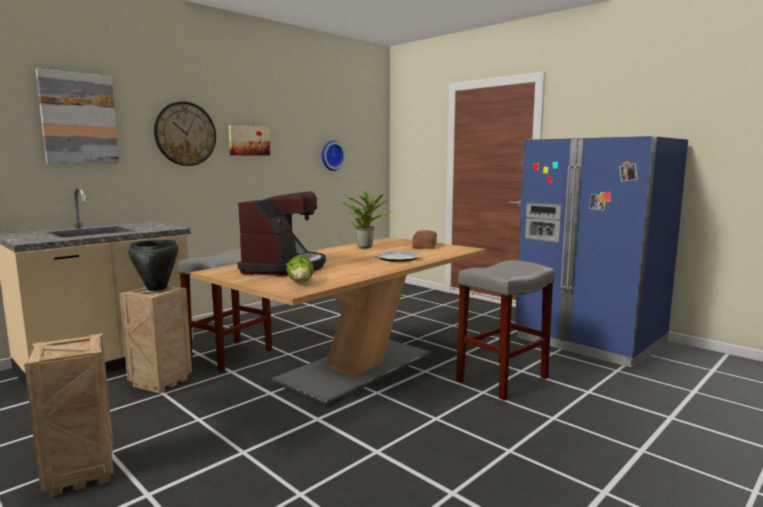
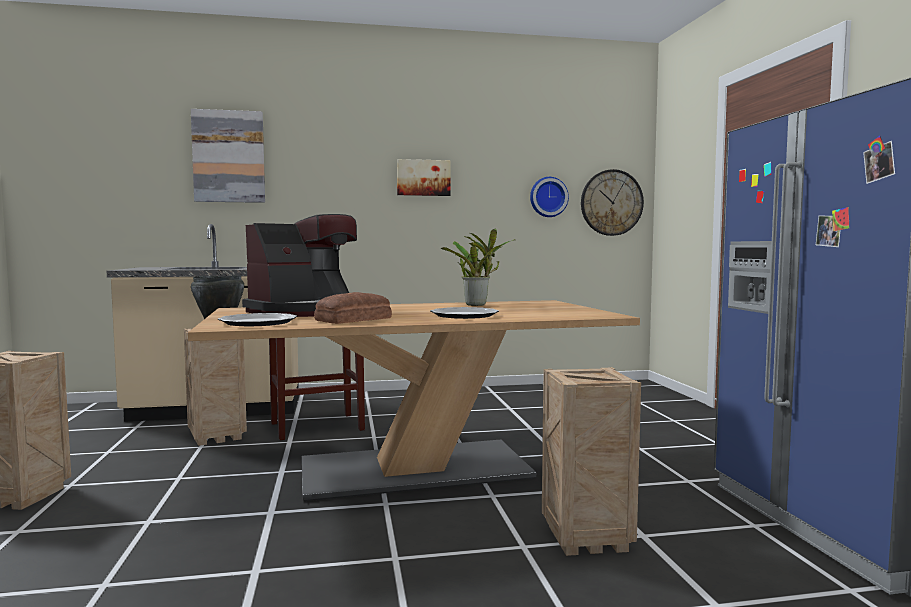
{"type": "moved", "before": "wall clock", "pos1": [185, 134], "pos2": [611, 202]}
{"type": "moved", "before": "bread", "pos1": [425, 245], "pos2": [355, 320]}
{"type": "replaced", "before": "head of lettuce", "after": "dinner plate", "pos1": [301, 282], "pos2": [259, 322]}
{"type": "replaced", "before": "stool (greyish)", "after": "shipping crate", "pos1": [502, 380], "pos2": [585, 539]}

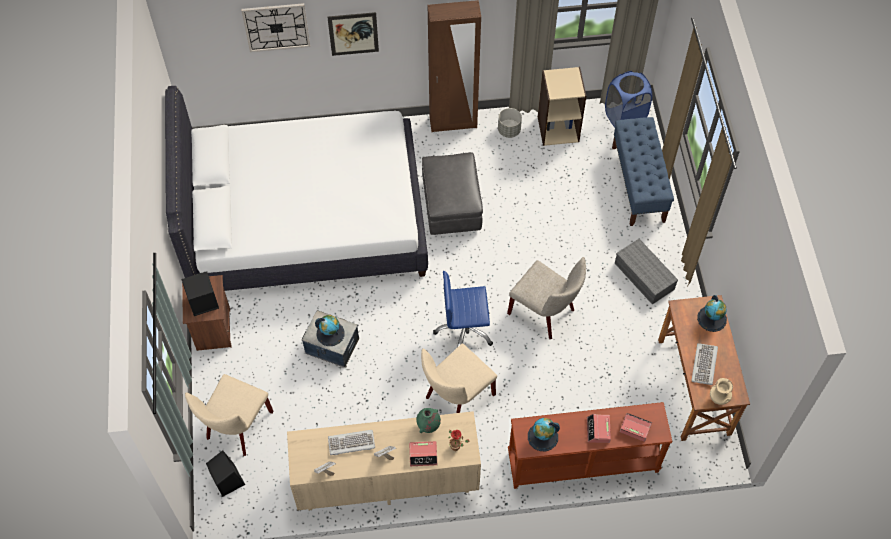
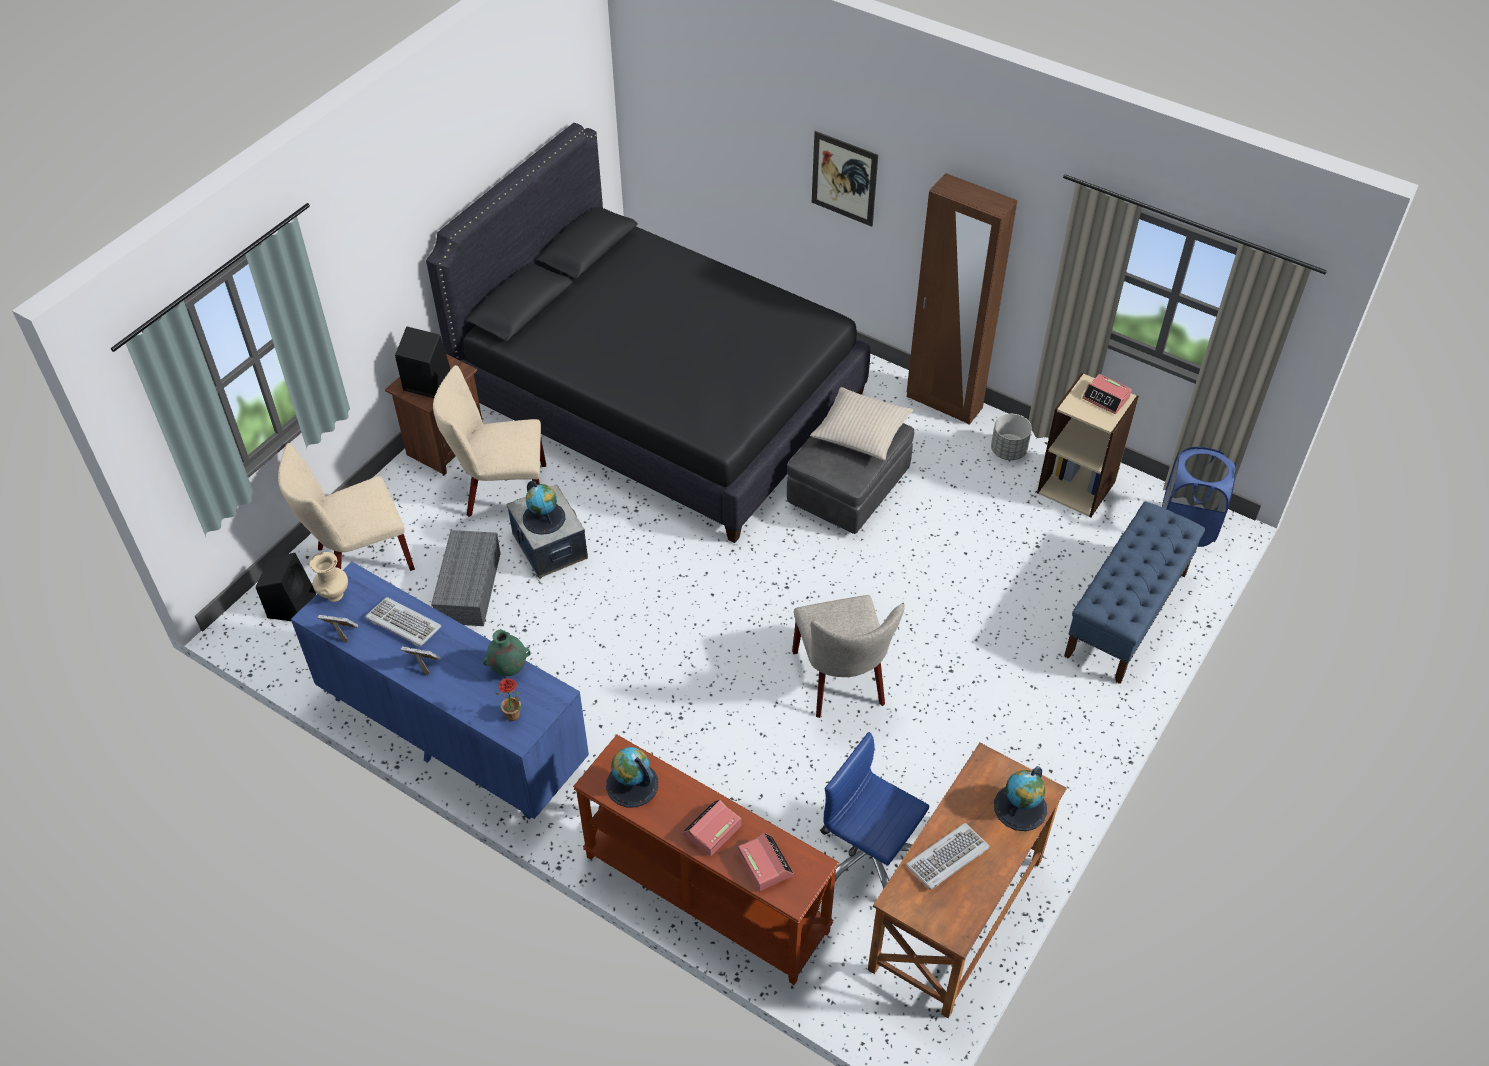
{"type": "removed", "before": "wall clock", "pos1": [276, 27]}
{"type": "added", "after": "throw pillow (beige)", "pos2": [861, 431]}
{"type": "moved", "before": "alarm clock", "pos1": [423, 455], "pos2": [1106, 398]}
{"type": "moved", "before": "chair (beige)", "pos1": [456, 398], "pos2": [500, 491]}
{"type": "moved", "before": "office chair (bluish)", "pos1": [464, 331], "pos2": [868, 858]}
{"type": "moved", "before": "storage container (greyish)", "pos1": [645, 276], "pos2": [470, 588]}
{"type": "moved", "before": "flower vase (beige)", "pos1": [718, 400], "pos2": [334, 595]}
{"type": "recoloured", "before": "bedroom bed (white)", "after": "bedroom bed (black)", "pos1": [306, 221], "pos2": [661, 401]}
{"type": "recoloured", "before": "dresser (beige)", "after": "dresser (bluish)", "pos1": [386, 480], "pos2": [452, 732]}

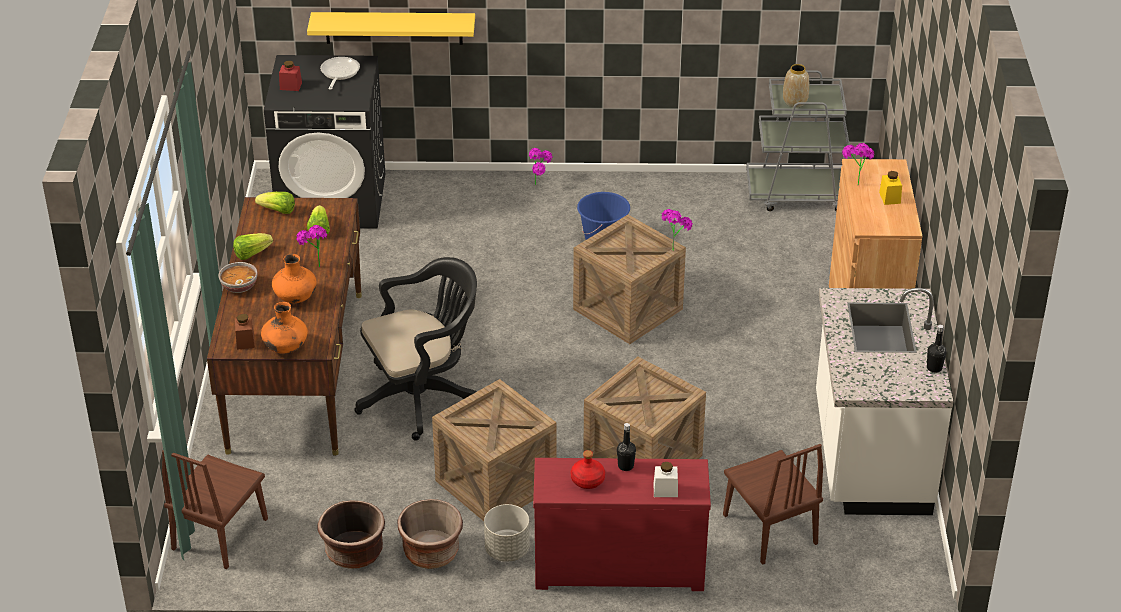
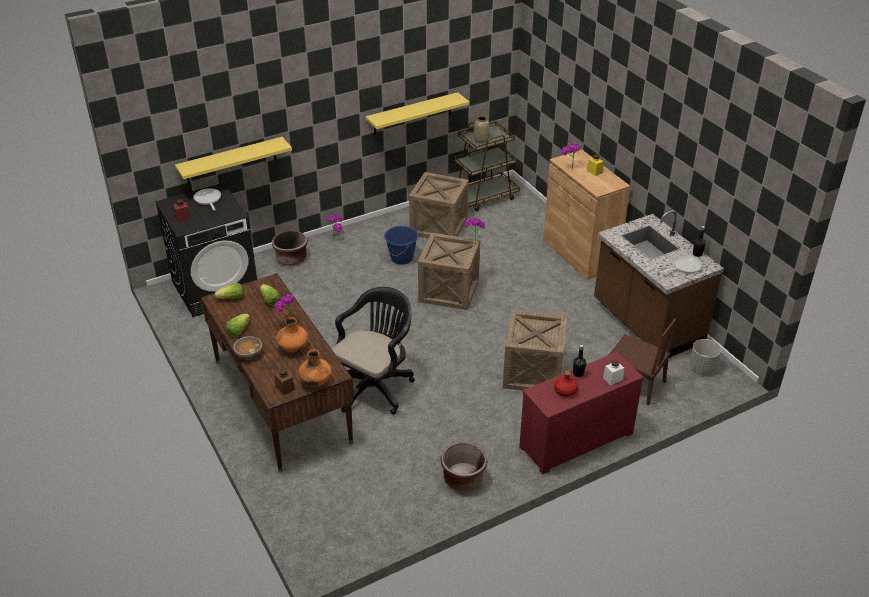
{"type": "removed", "before": "chair (brown-coloured)", "pos1": [220, 533]}
{"type": "added", "after": "shelf (yellow)", "pos2": [412, 114]}
{"type": "added", "after": "pan", "pos2": [684, 267]}
{"type": "moved", "before": "plant pot (brown-coloured)", "pos1": [354, 553], "pos2": [291, 259]}
{"type": "moved", "before": "shipping crate", "pos1": [495, 483], "pos2": [439, 226]}
{"type": "moved", "before": "plant pot (greyish)", "pos1": [507, 550], "pos2": [702, 367]}
{"type": "recoloured", "before": "trolley (greyish)", "after": "trolley (brown-coloured)", "pos1": [799, 194], "pos2": [484, 197]}
{"type": "recoloured", "before": "kitchen base unit (white)", "after": "kitchen base unit (brown-coloured)", "pos1": [869, 456], "pos2": [646, 323]}

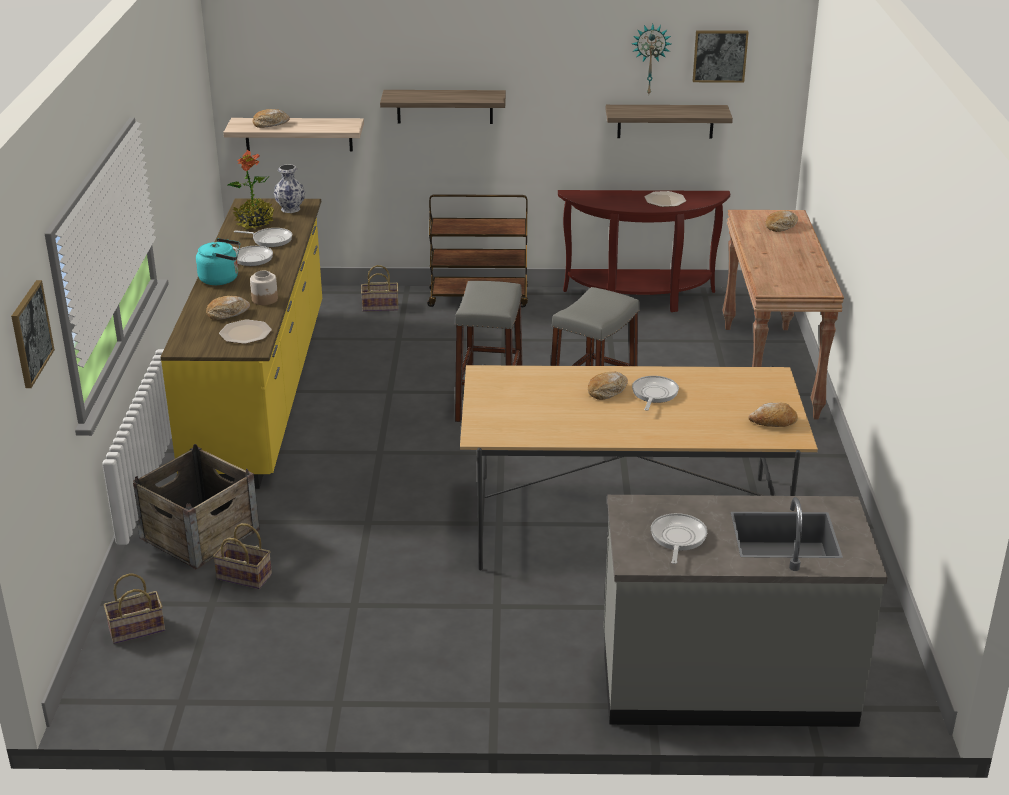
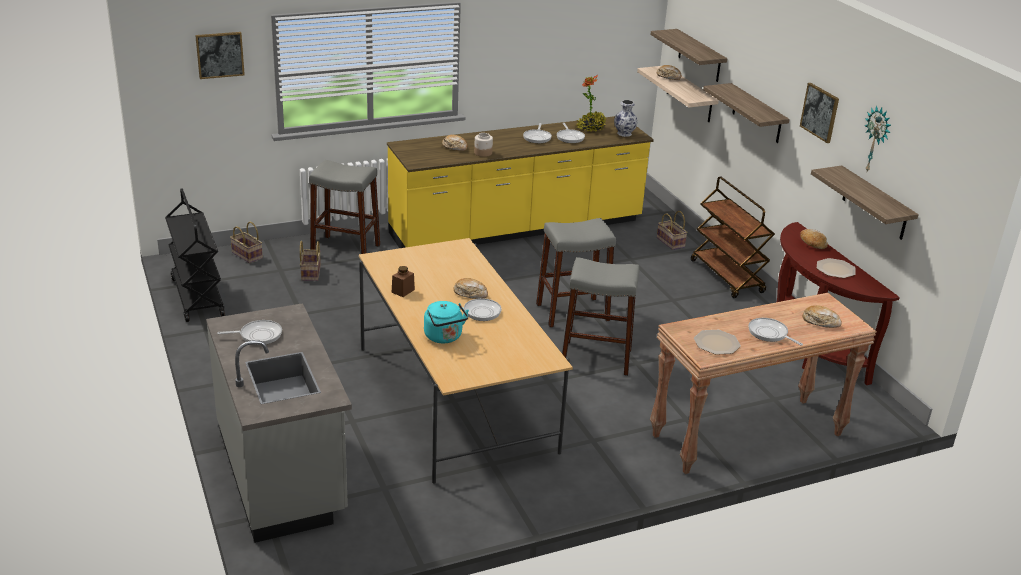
{"type": "added", "after": "trolley (black)", "pos2": [197, 297]}
{"type": "added", "after": "preserve jar (brown-coloured)", "pos2": [403, 291]}
{"type": "added", "after": "shelf", "pos2": [699, 56]}
{"type": "added", "after": "pan", "pos2": [769, 334]}
{"type": "moved", "before": "water kettle (turquoise)", "pos1": [222, 279], "pos2": [444, 337]}
{"type": "moved", "before": "dinner plate", "pos1": [245, 333], "pos2": [716, 343]}
{"type": "moved", "before": "wall art", "pos1": [720, 56], "pos2": [820, 112]}
{"type": "moved", "before": "bread", "pos1": [773, 422], "pos2": [812, 243]}
{"type": "replaced", "before": "shipping crate", "after": "stool (greyish)", "pos1": [199, 534], "pos2": [345, 250]}

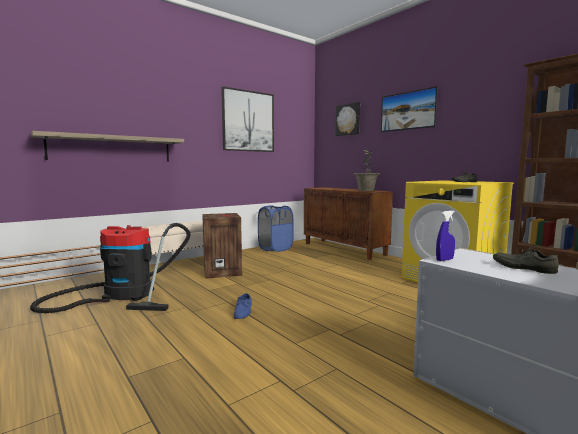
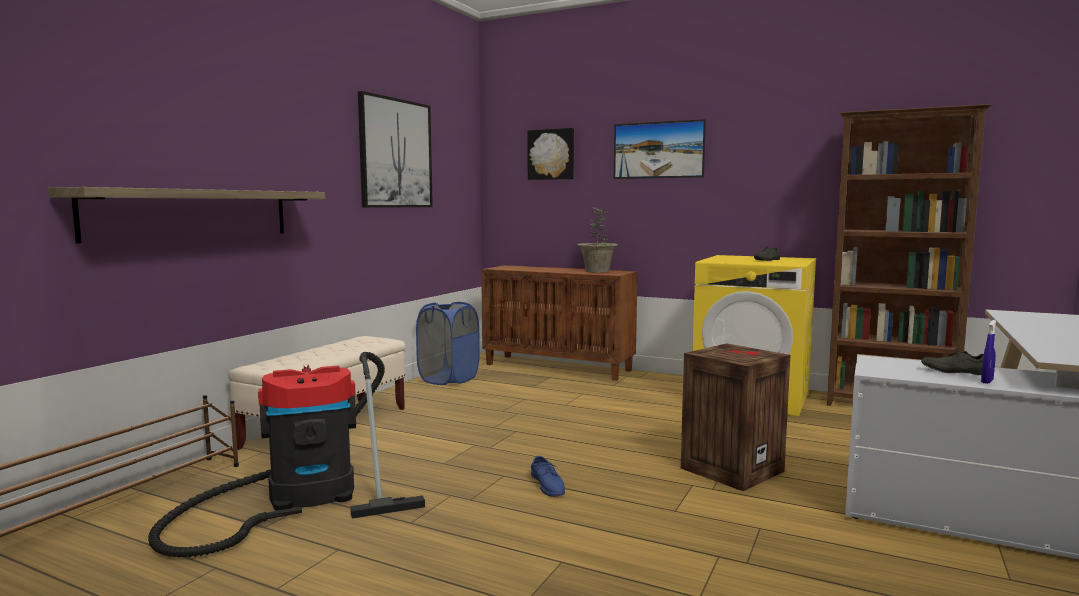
{"type": "moved", "before": "shipping crate", "pos1": [223, 271], "pos2": [731, 469]}
{"type": "moved", "before": "hand sprayer (bluish)", "pos1": [444, 260], "pos2": [987, 381]}

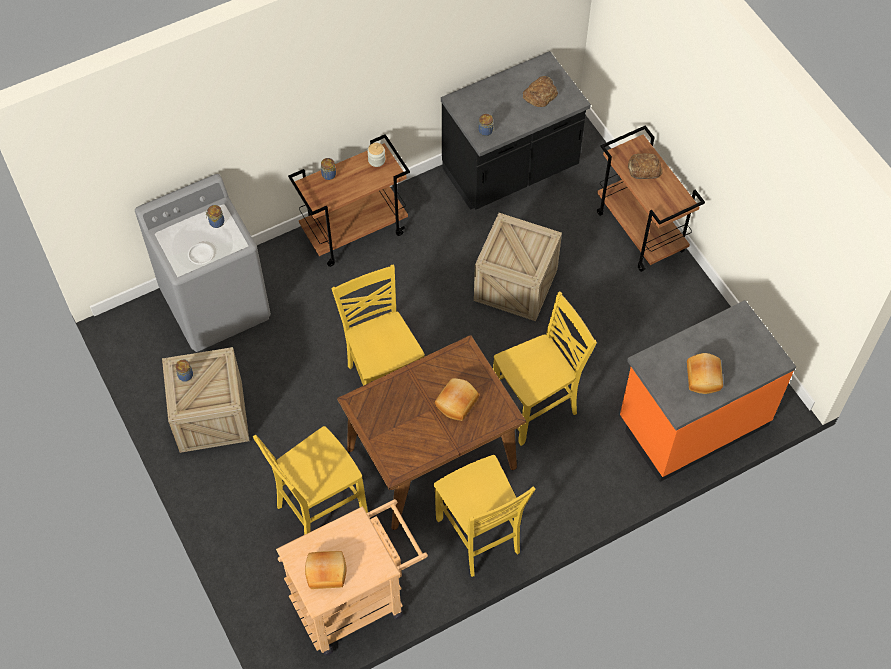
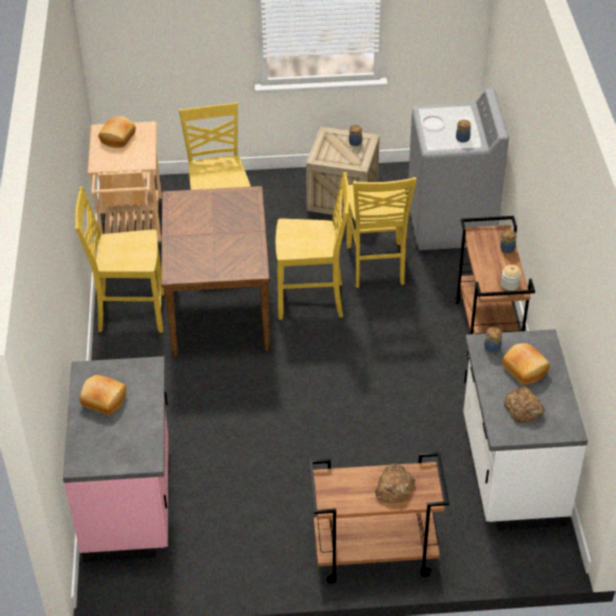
{"type": "removed", "before": "shipping crate", "pos1": [515, 285]}
{"type": "moved", "before": "bread", "pos1": [456, 402], "pos2": [525, 369]}
{"type": "moved", "before": "chair (yellow)", "pos1": [536, 408], "pos2": [376, 266]}
{"type": "recoloured", "before": "kitchen base unit (black)", "after": "kitchen base unit (white)", "pos1": [510, 171], "pos2": [510, 472]}
{"type": "recoloured", "before": "kitchen base unit (orangey)", "after": "kitchen base unit (pinkish)", "pos1": [692, 421], "pos2": [130, 500]}

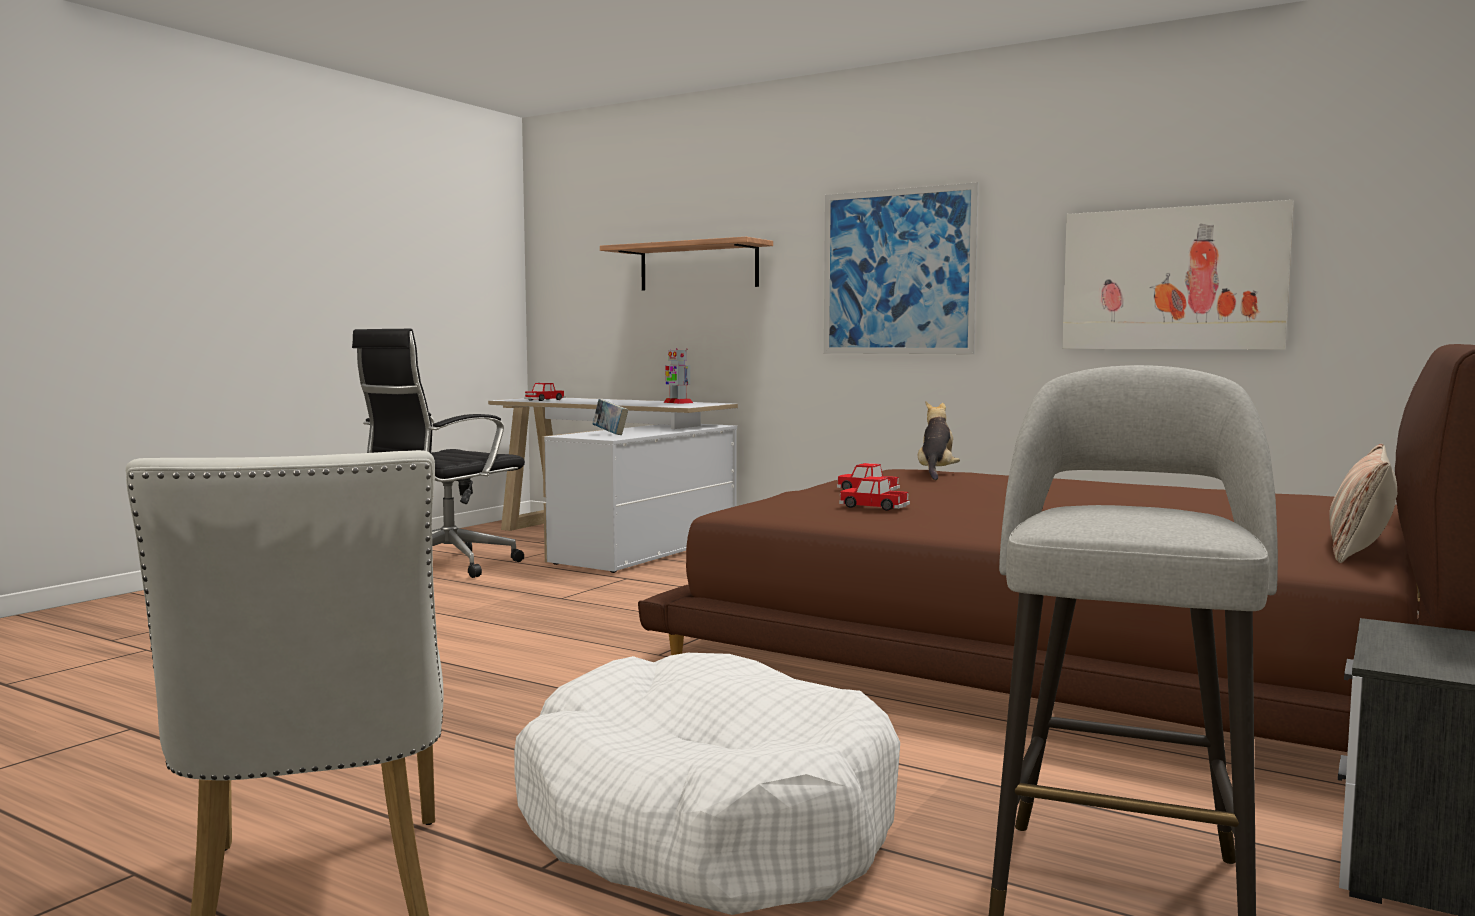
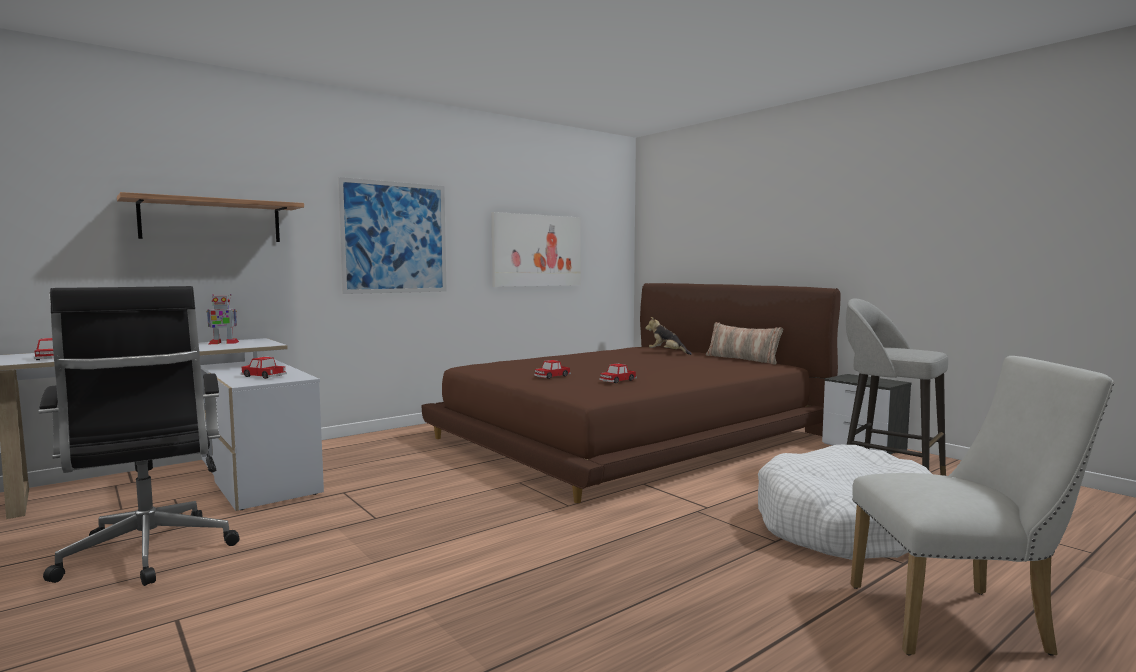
{"type": "moved", "before": "plush toy", "pos1": [936, 474], "pos2": [667, 353]}
{"type": "replaced", "before": "book", "after": "miniature car", "pos1": [610, 434], "pos2": [263, 376]}

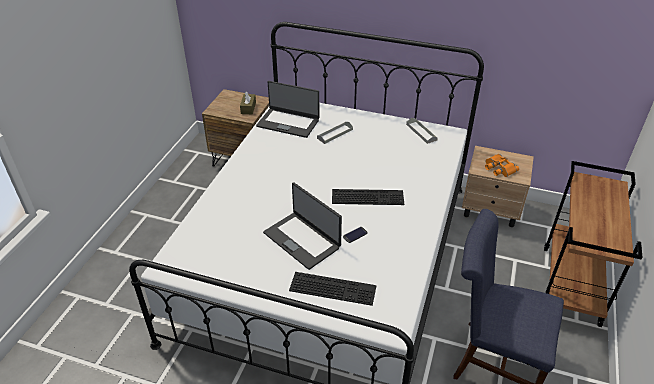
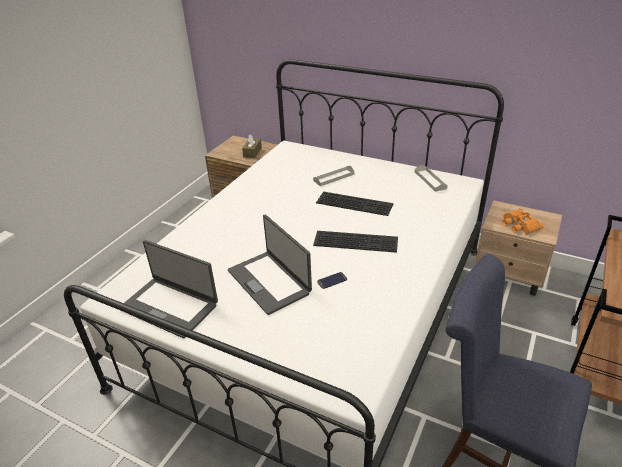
{"type": "moved", "before": "notebook computer", "pos1": [288, 123], "pos2": [170, 306]}
{"type": "moved", "before": "keyboard", "pos1": [334, 287], "pos2": [355, 203]}

